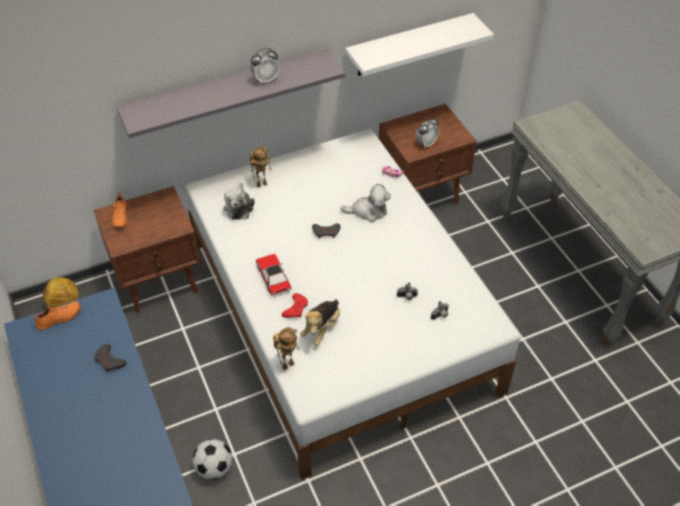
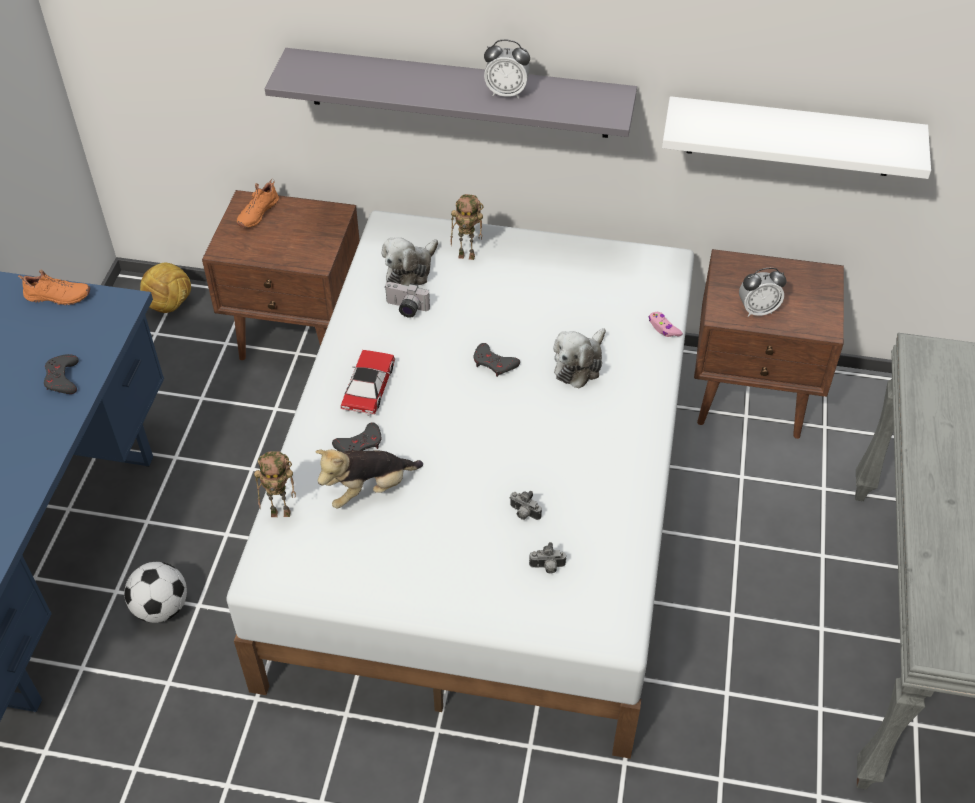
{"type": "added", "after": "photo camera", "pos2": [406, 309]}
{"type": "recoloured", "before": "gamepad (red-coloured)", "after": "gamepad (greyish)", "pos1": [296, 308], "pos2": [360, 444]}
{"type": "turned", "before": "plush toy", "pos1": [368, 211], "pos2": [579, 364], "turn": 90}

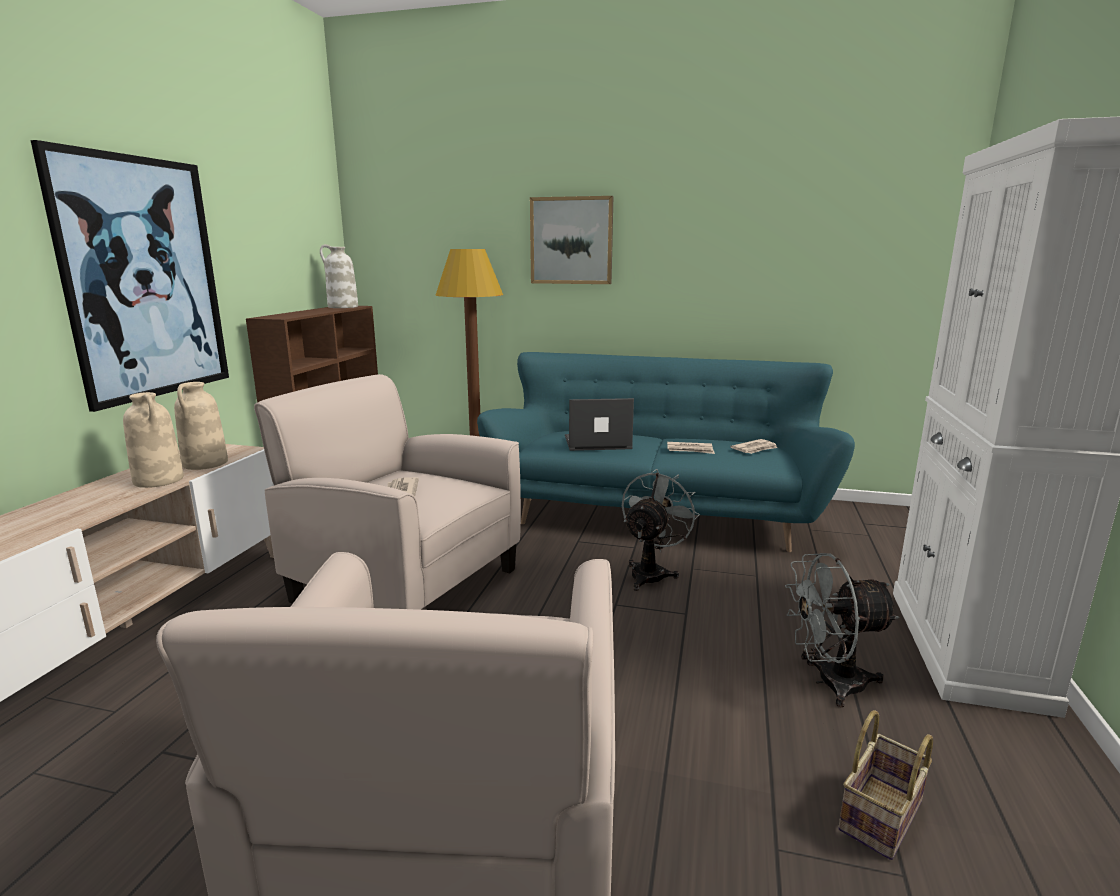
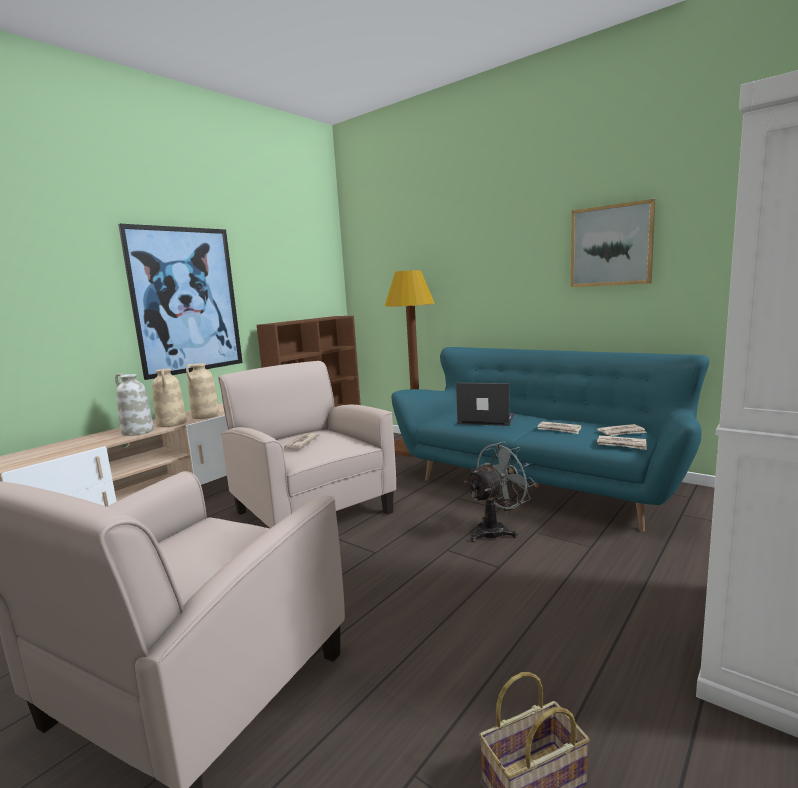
{"type": "removed", "before": "cooling fan (greyish)", "pos1": [829, 683]}
{"type": "added", "after": "newspaper", "pos2": [622, 444]}
{"type": "moved", "before": "flower vase (white)", "pos1": [342, 307], "pos2": [137, 432]}
{"type": "moved", "before": "wall art", "pos1": [571, 241], "pos2": [611, 246]}

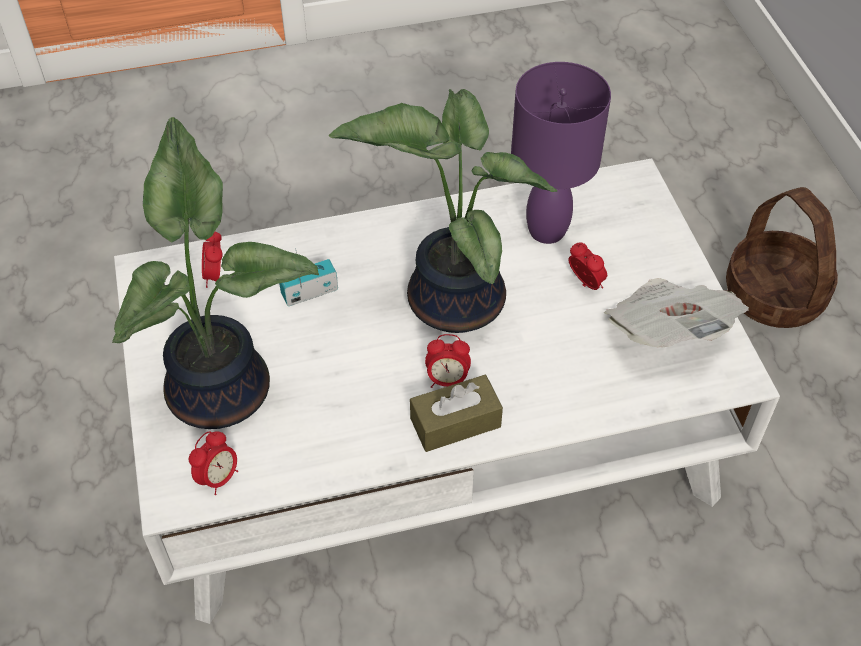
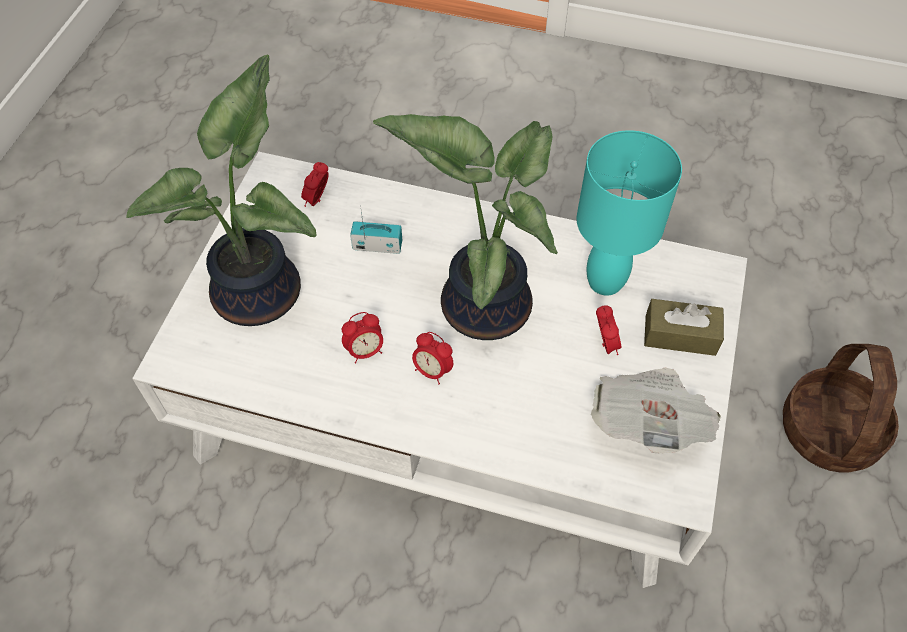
{"type": "moved", "before": "alarm clock", "pos1": [218, 478], "pos2": [365, 351]}
{"type": "moved", "before": "box of tissues (brown-coloured)", "pos1": [455, 423], "pos2": [680, 335]}
{"type": "recoloured", "before": "tabletop lamp (purple)", "after": "tabletop lamp (turquoise)", "pos1": [545, 231], "pos2": [604, 281]}

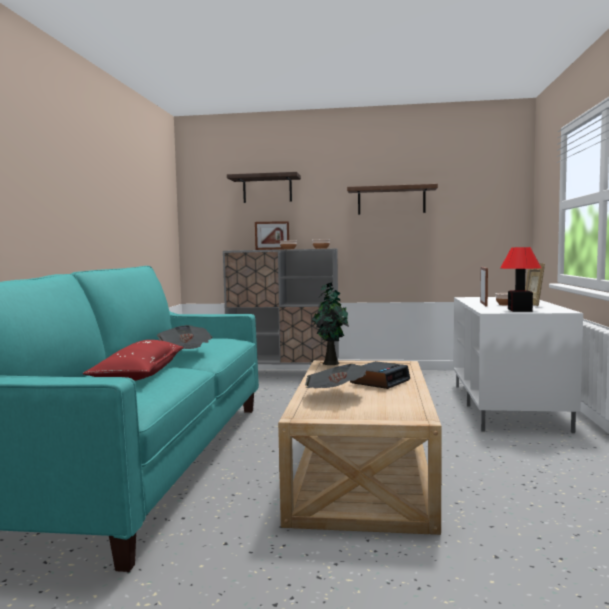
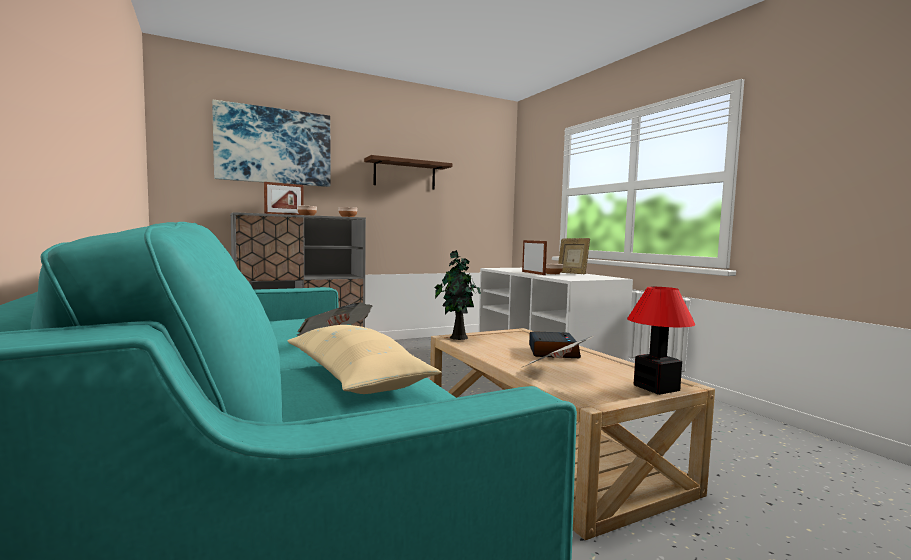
{"type": "moved", "before": "tabletop lamp", "pos1": [519, 310], "pos2": [655, 387]}
{"type": "replaced", "before": "shelf", "after": "wall art", "pos1": [267, 189], "pos2": [274, 146]}
{"type": "recoloured", "before": "throw pillow (red-coloured)", "after": "throw pillow (beige)", "pos1": [139, 374], "pos2": [354, 377]}

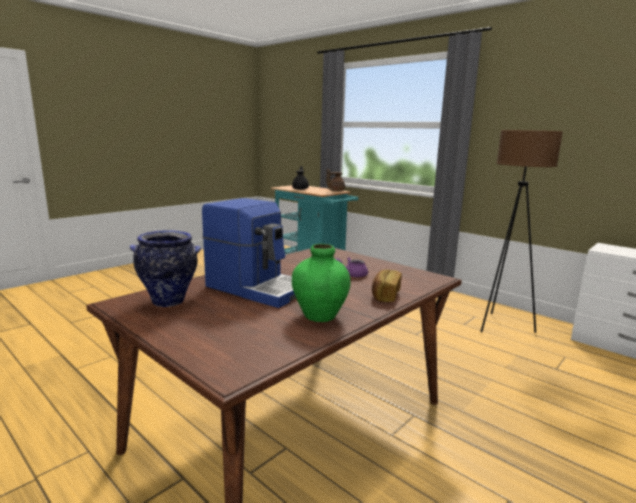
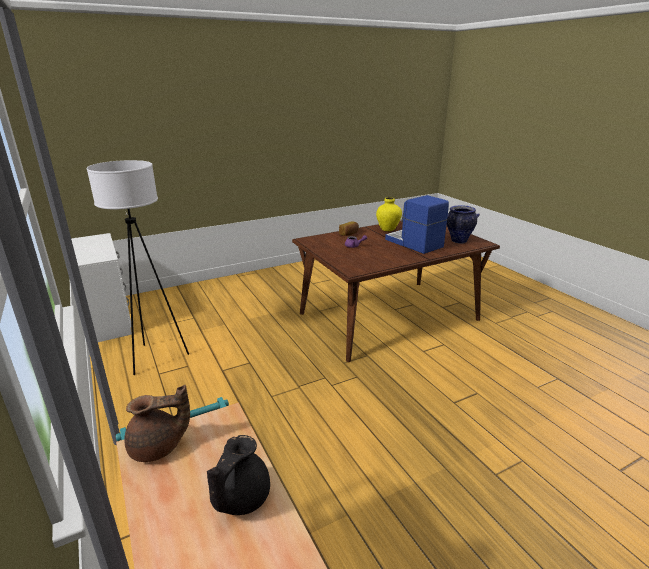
{"type": "recoloured", "before": "flower vase (green)", "after": "flower vase (yellow)", "pos1": [319, 316], "pos2": [388, 229]}
{"type": "recoloured", "before": "floor lamp (brown-coloured)", "after": "floor lamp (white)", "pos1": [501, 325], "pos2": [156, 357]}

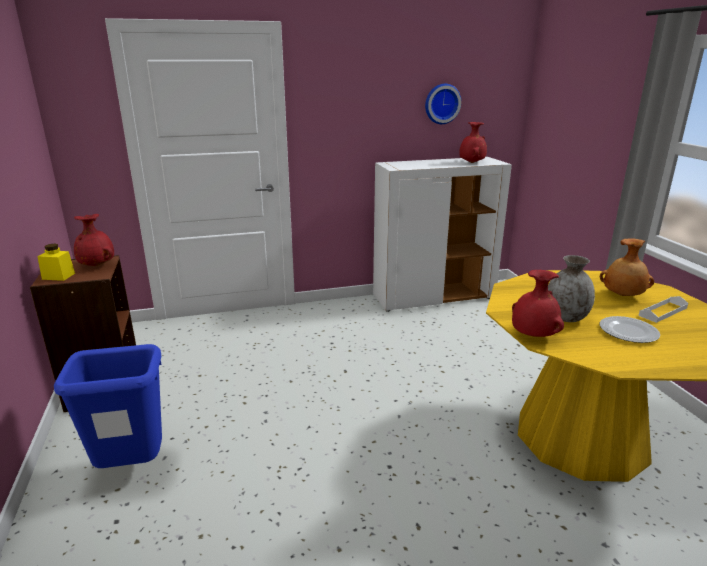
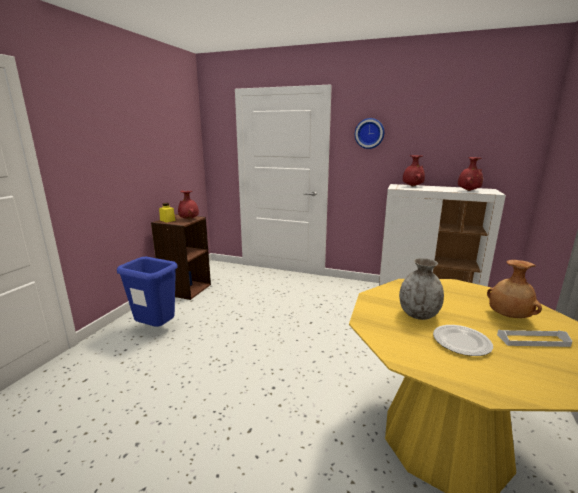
{"type": "moved", "before": "wall clock", "pos1": [441, 103], "pos2": [369, 133]}
{"type": "moved", "before": "flower vase (red-coloured)", "pos1": [532, 335], "pos2": [412, 186]}

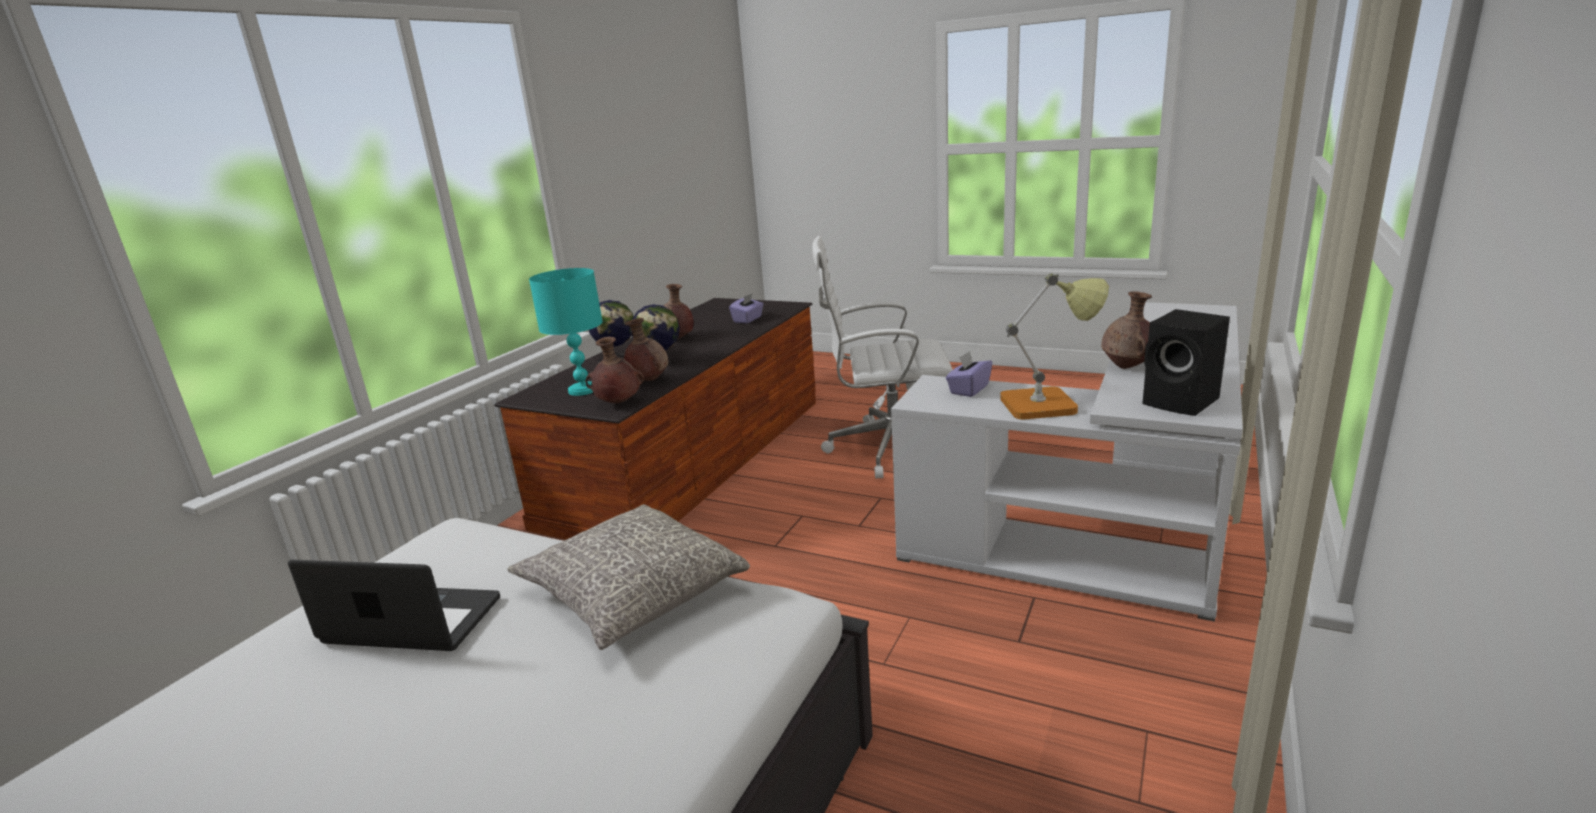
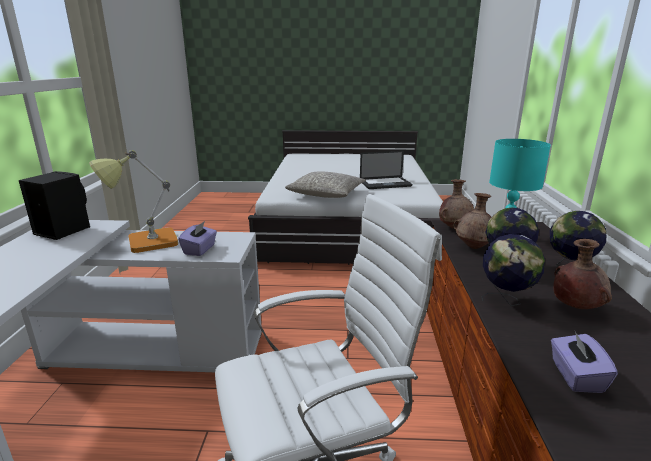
{"type": "removed", "before": "flower vase (brown-coloured)", "pos1": [1127, 367]}
{"type": "added", "after": "world globe", "pos2": [506, 301]}

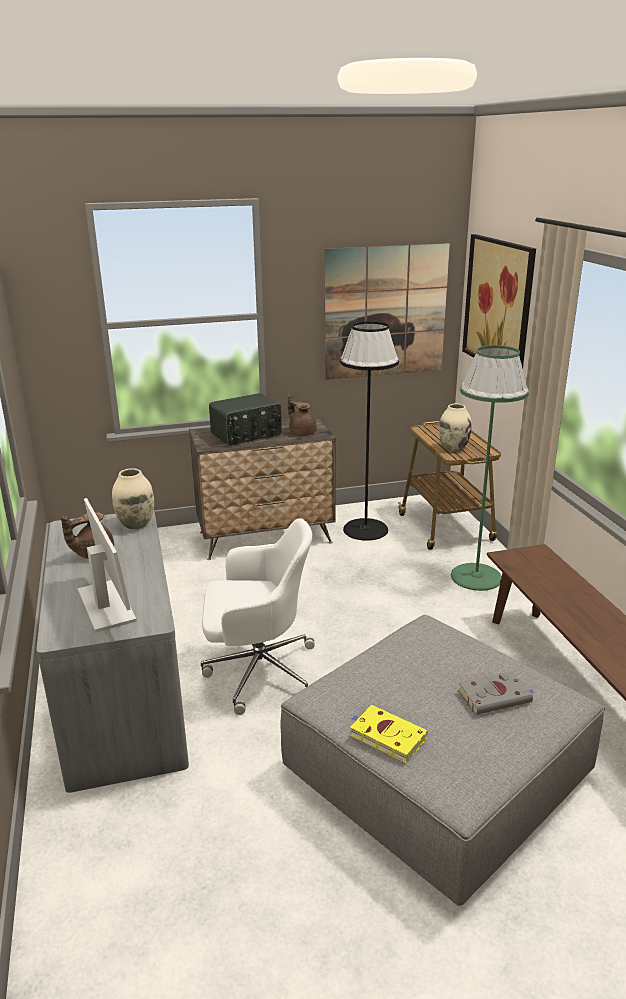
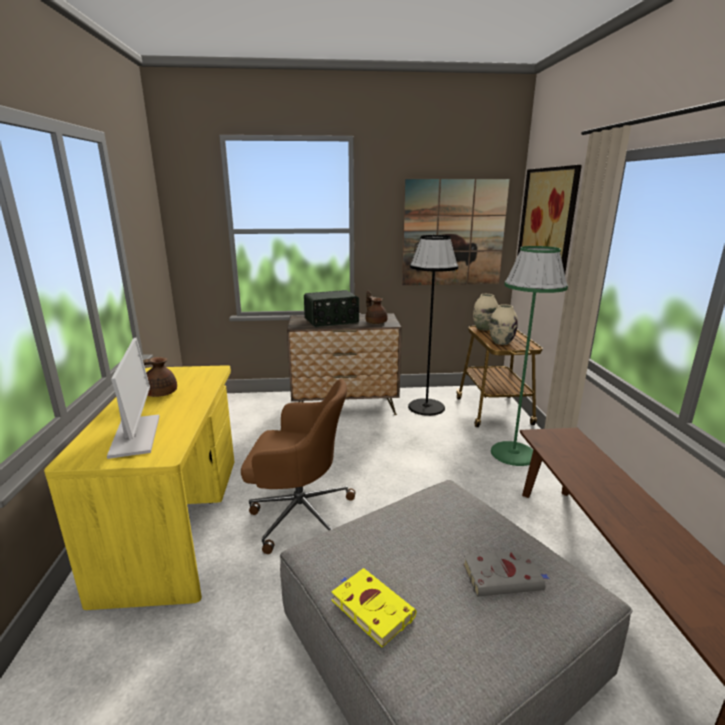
{"type": "moved", "before": "flower vase (beige)", "pos1": [135, 524], "pos2": [483, 328]}
{"type": "recoloured", "before": "desk table (greyish)", "after": "desk table (yellow)", "pos1": [122, 696], "pos2": [176, 522]}
{"type": "recoloured", "before": "office chair (white)", "after": "office chair (brown-coloured)", "pos1": [259, 671], "pos2": [299, 514]}

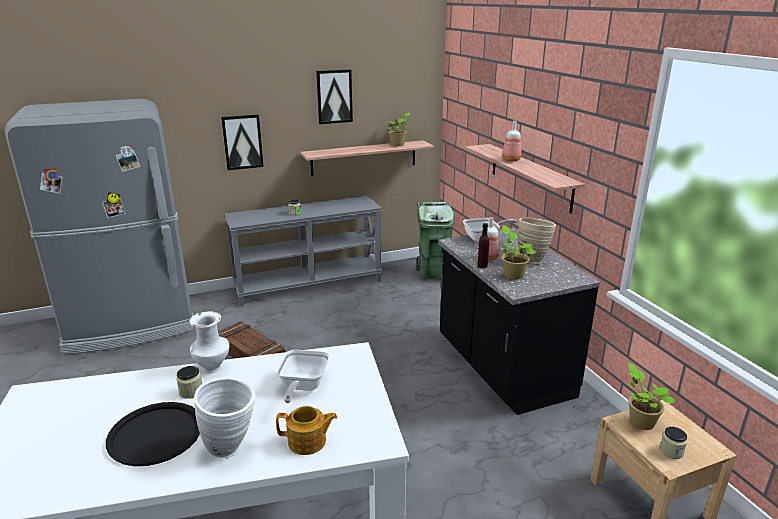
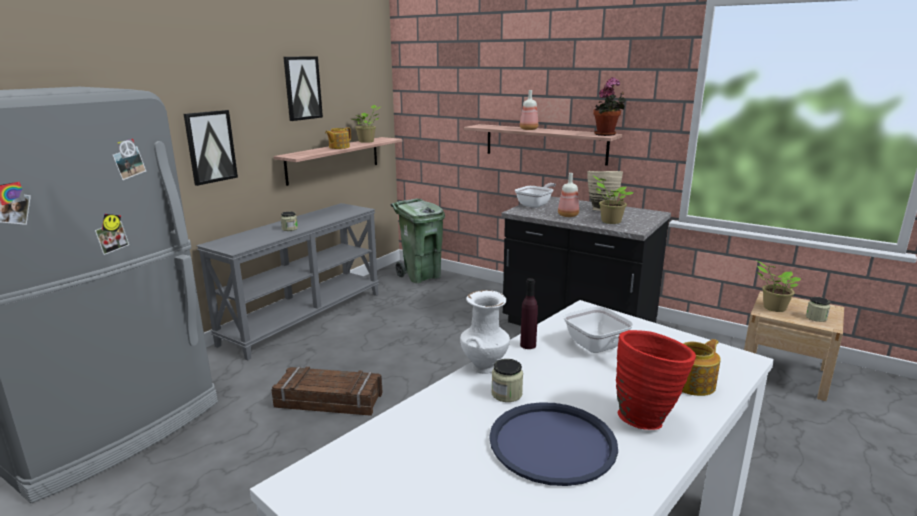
{"type": "added", "after": "tea pot", "pos2": [338, 147]}
{"type": "added", "after": "plant in a pot", "pos2": [606, 134]}
{"type": "moved", "before": "bottle (purple)", "pos1": [482, 266], "pos2": [528, 345]}
{"type": "recoloured", "before": "tray (black)", "after": "tray (bluish)", "pos1": [155, 434], "pos2": [552, 443]}
{"type": "recoloured", "before": "flower vase (white)", "after": "flower vase (red-coloured)", "pos1": [232, 448], "pos2": [647, 417]}

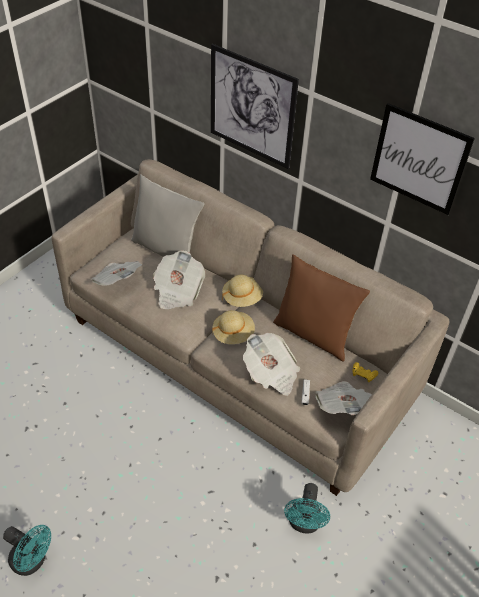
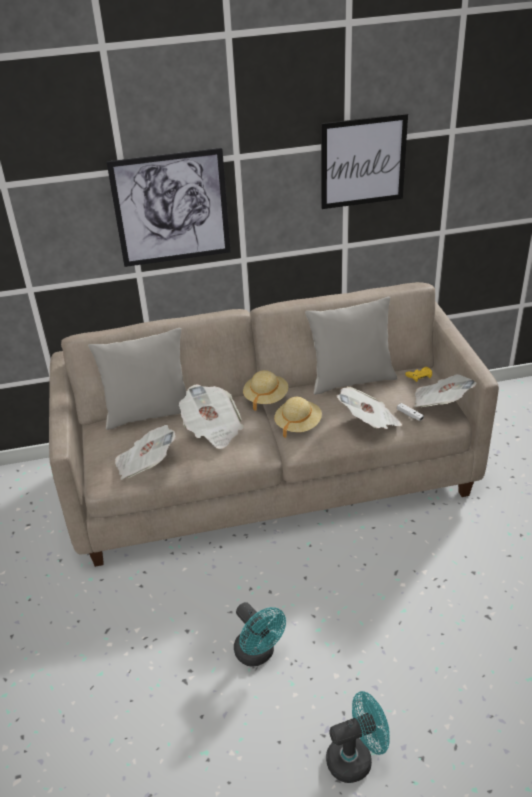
{"type": "moved", "before": "cooling fan (turquoise)", "pos1": [304, 524], "pos2": [258, 654]}
{"type": "recoloured", "before": "throw pillow (brown-coloured)", "after": "throw pillow (greyish)", "pos1": [313, 334], "pos2": [351, 380]}

